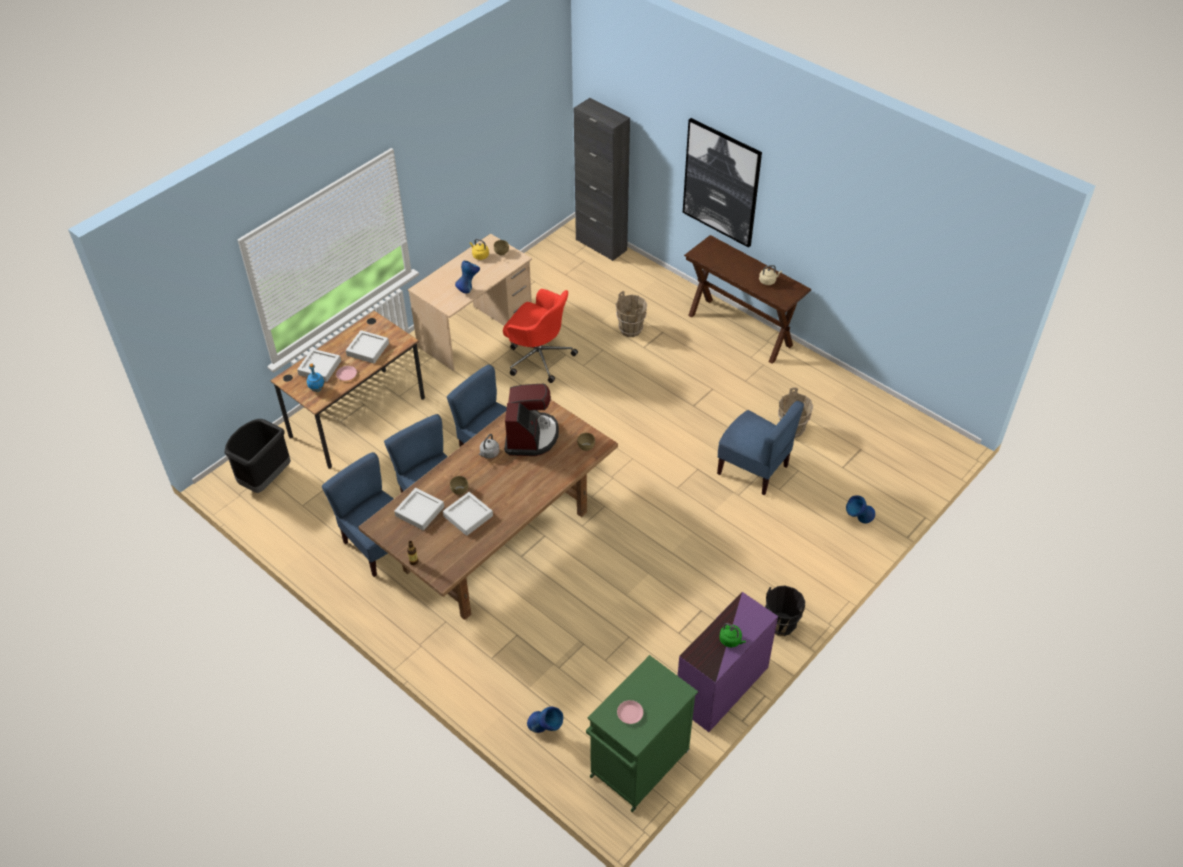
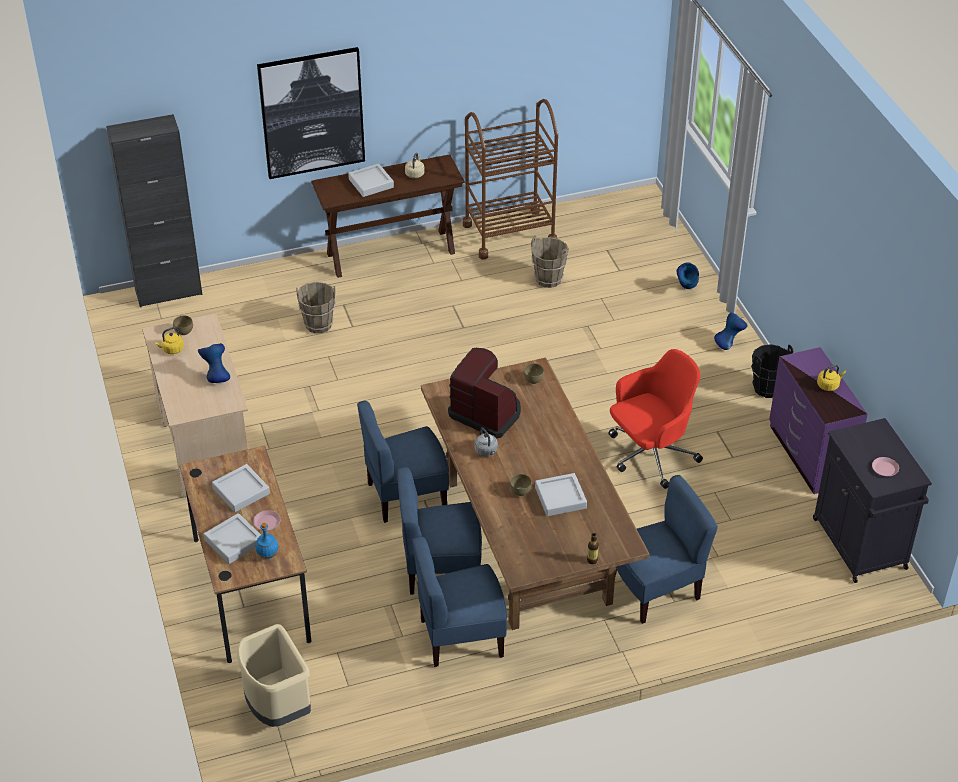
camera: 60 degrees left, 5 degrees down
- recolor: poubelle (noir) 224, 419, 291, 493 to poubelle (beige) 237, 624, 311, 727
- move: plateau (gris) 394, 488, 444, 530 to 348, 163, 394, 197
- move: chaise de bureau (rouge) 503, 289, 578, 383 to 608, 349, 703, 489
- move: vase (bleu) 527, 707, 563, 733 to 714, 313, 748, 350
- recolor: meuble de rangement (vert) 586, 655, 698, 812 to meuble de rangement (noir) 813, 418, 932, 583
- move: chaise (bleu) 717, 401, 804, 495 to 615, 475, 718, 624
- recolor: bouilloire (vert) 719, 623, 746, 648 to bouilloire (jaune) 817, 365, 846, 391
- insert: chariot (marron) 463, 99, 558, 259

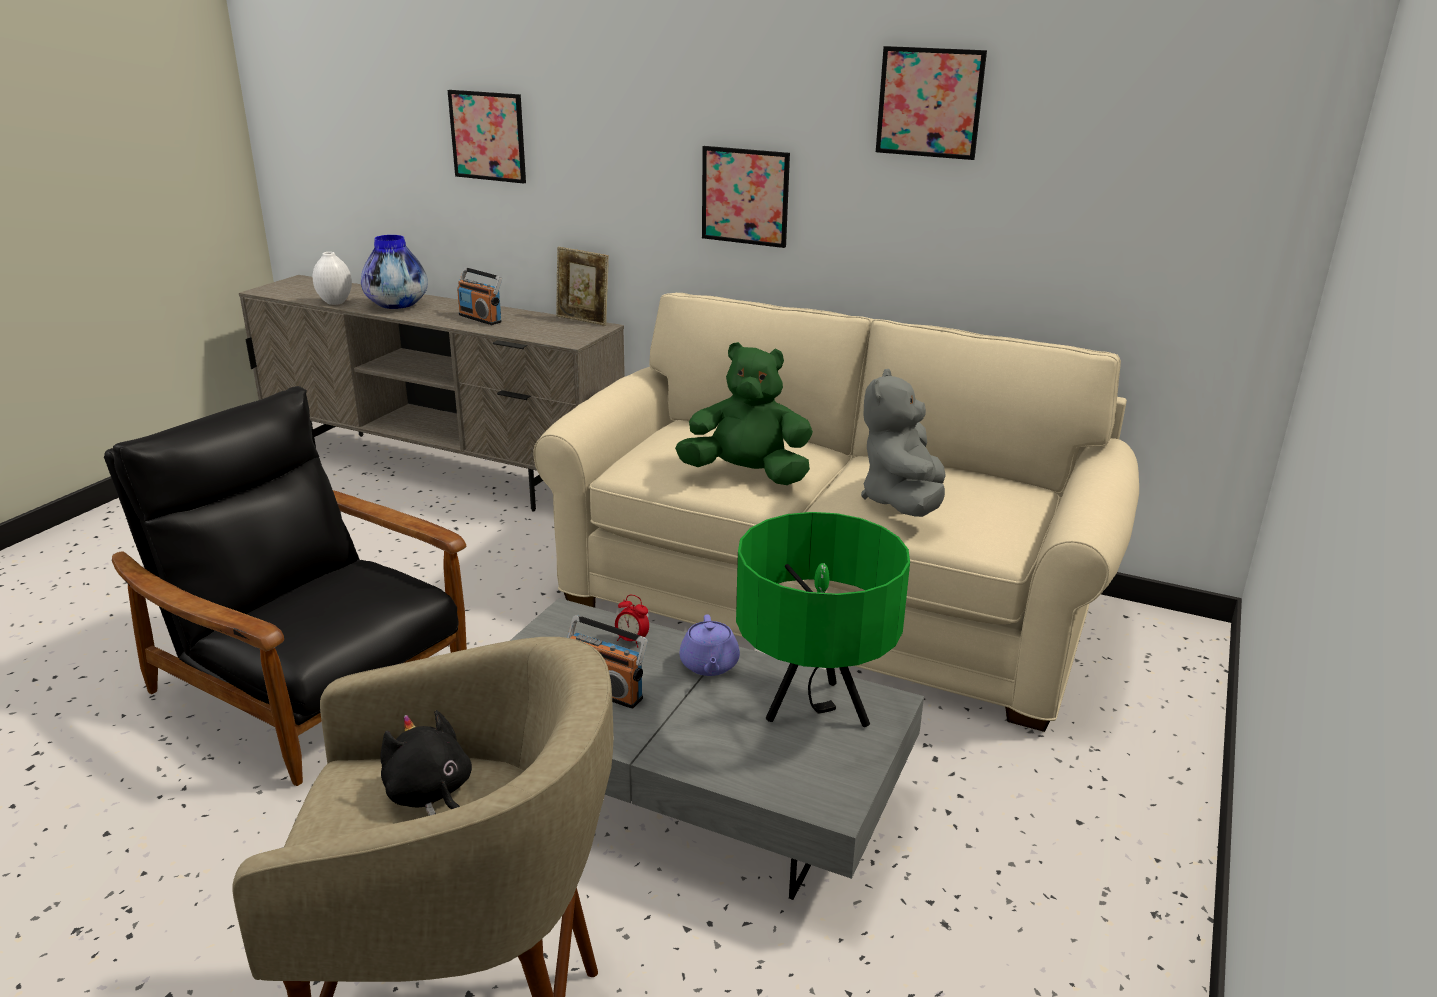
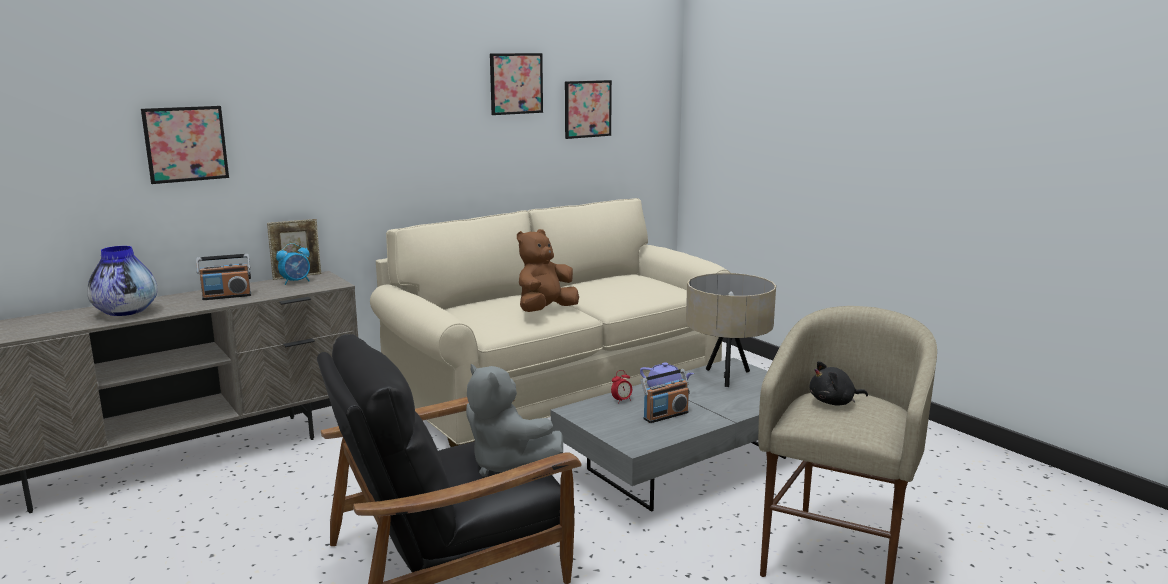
camera: 60 degrees left, 10 degrees down
- delete: vase (blanc) 313, 252, 352, 305
- recolor: peluche (vert) 675, 342, 813, 485 to peluche (marron) 517, 229, 579, 312
- move: tableau 702, 146, 790, 248 to 565, 80, 612, 139
- recolor: lampe de table (vert) 736, 512, 910, 727 to lampe de table (beige) 686, 273, 776, 387
- move: peluche (gris) 861, 369, 946, 517 to 466, 364, 563, 477
- insert: réveil 276, 243, 310, 285

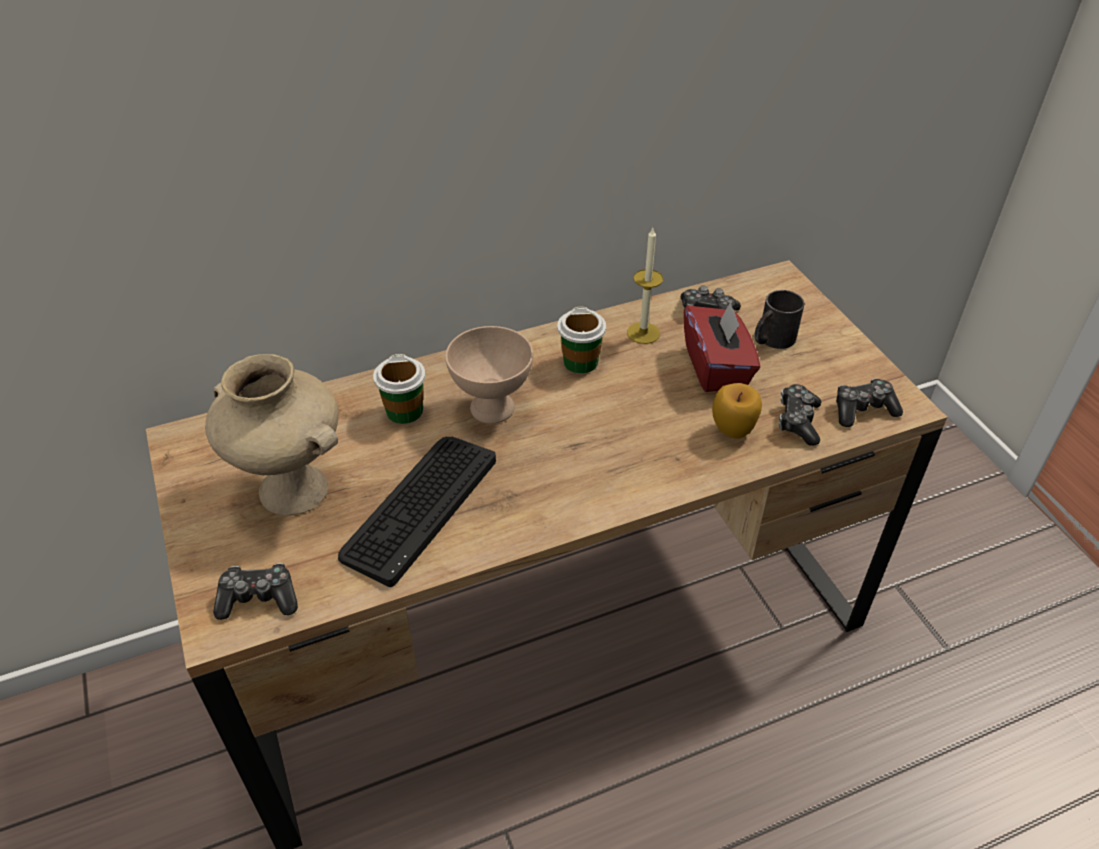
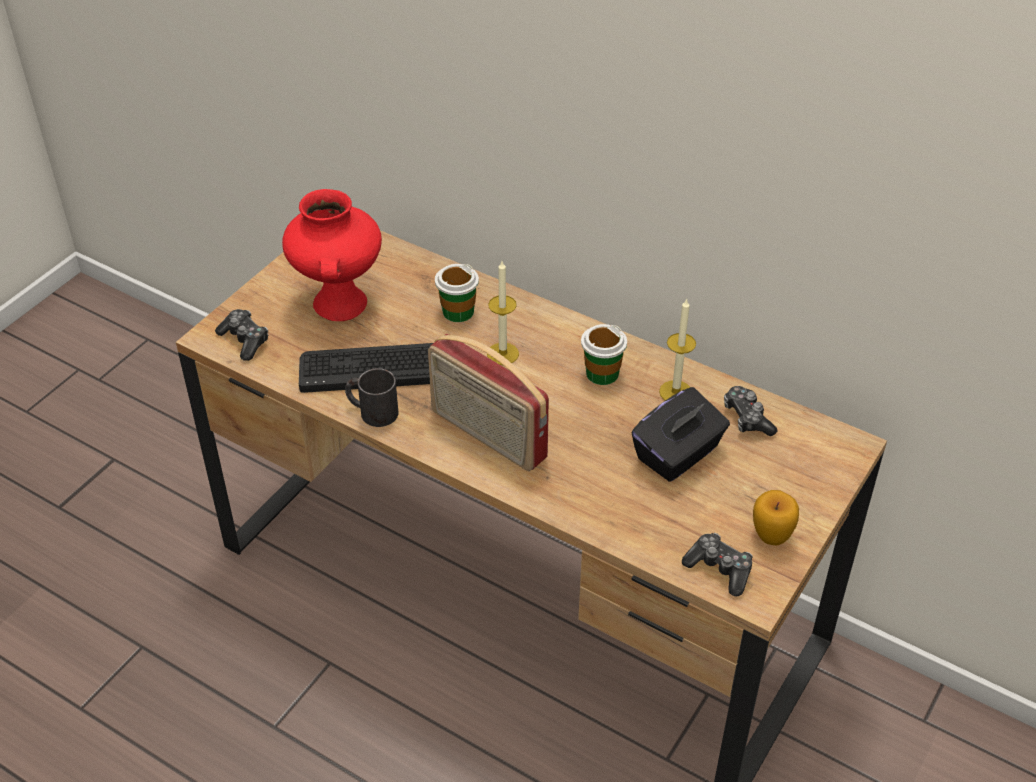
camera: 55 degrees right, 0 degrees up
- recolor: vase (beige) 205, 354, 339, 516 to vase (rouge) 282, 189, 382, 321
- replace: bol (beige) 445, 326, 533, 424 to bougie 487, 261, 519, 365
- recolor: boîte à mouchoirs (rouge) 684, 301, 760, 392 to boîte à mouchoirs (noir) 631, 387, 730, 482
- move: pomme 712, 383, 762, 439 to 753, 490, 799, 545
- move: mug (noir) 755, 290, 804, 349 to 345, 368, 398, 427
- delete: manette 779, 384, 821, 446
- insert: radio 428, 334, 549, 471

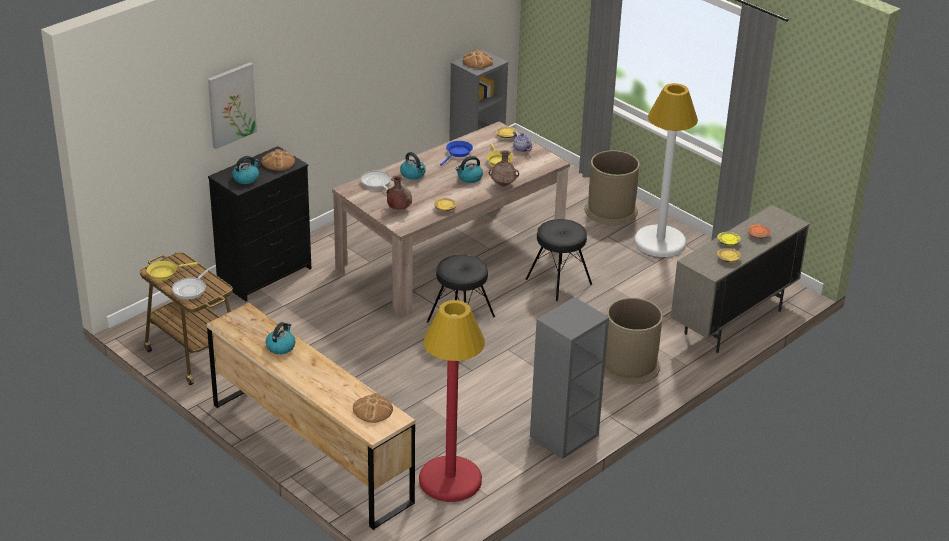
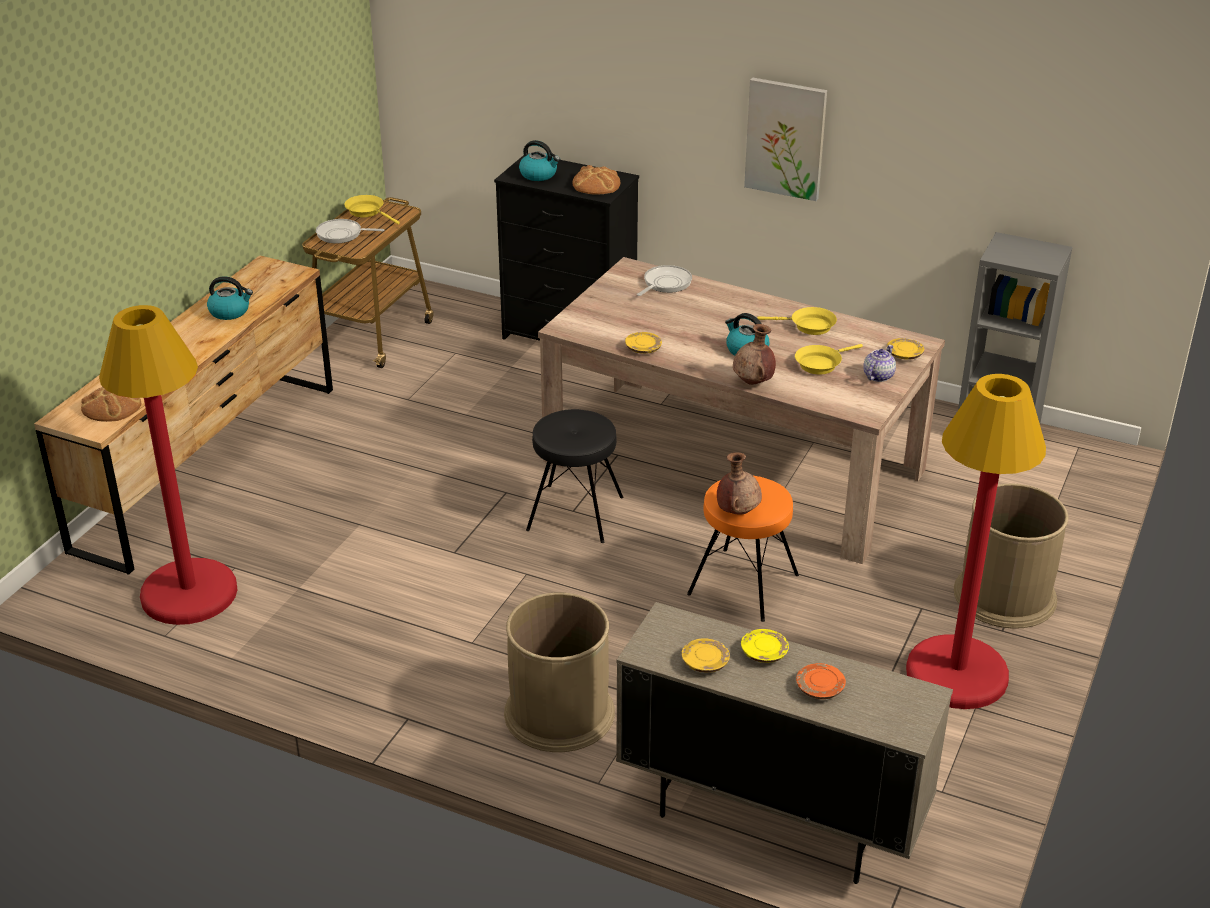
camera: 70 degrees right, 0 degrees up
- move: tableau 208, 62, 257, 149 to 744, 77, 827, 201
- move: vase (marron) 387, 175, 412, 210 to 717, 452, 762, 515
- delete: bouilloire 400, 152, 426, 180
- recolor: poêle (bleu) 440, 141, 473, 166 to poêle (jaune) 757, 307, 837, 335
- delete: pain 463, 49, 493, 69
- recolor: tabouret (noir) 525, 219, 592, 301 to tabouret (orange) 687, 476, 799, 622
- delete: bibliothèque (gris) 530, 297, 609, 459
- recolor: lampadaire (blanc) 634, 83, 698, 257 to lampadaire (rouge) 906, 374, 1046, 709

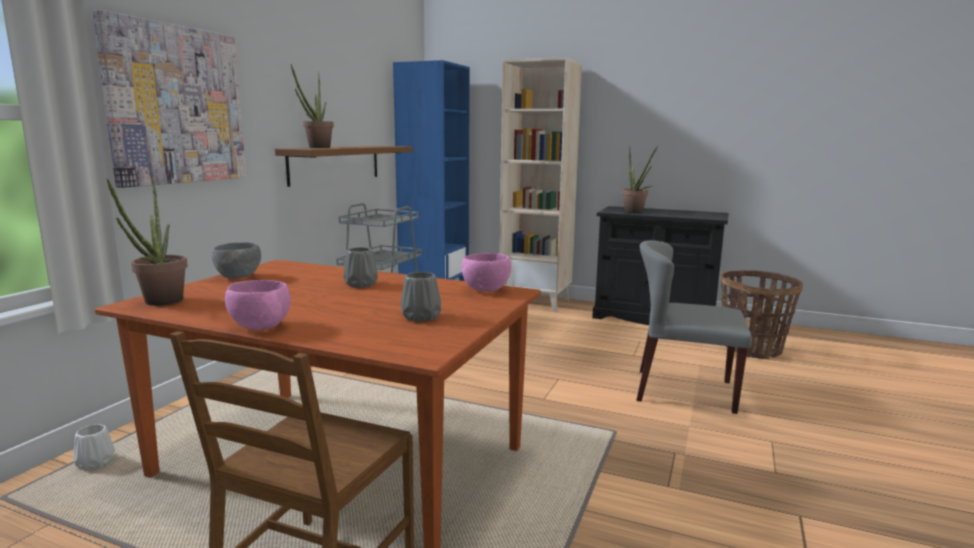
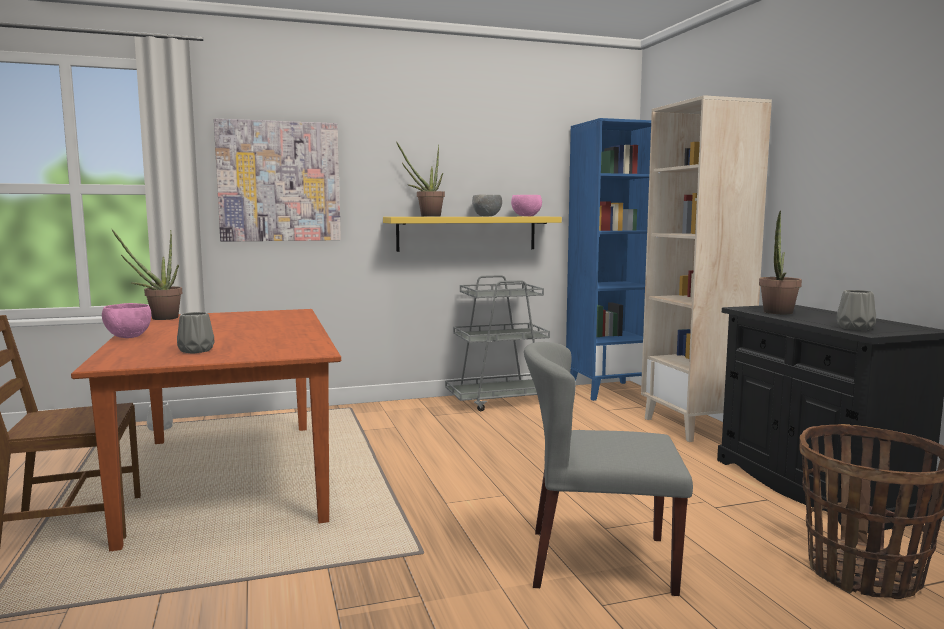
camera: 50 degrees right, 5 degrees down
- move: bol (gris) 212, 242, 261, 279 to 472, 195, 502, 216
- recolor: étagère (marron) 275, 146, 413, 187 to étagère (jaune) 383, 217, 562, 252
- move: vase (gris) 343, 247, 378, 288 to 837, 290, 876, 330
- move: bol (rose) 462, 253, 511, 291 to 511, 195, 542, 216
- rotate: chaise (gris) 636, 240, 752, 414 = 524, 342, 693, 596 60 degrees counterclockwise

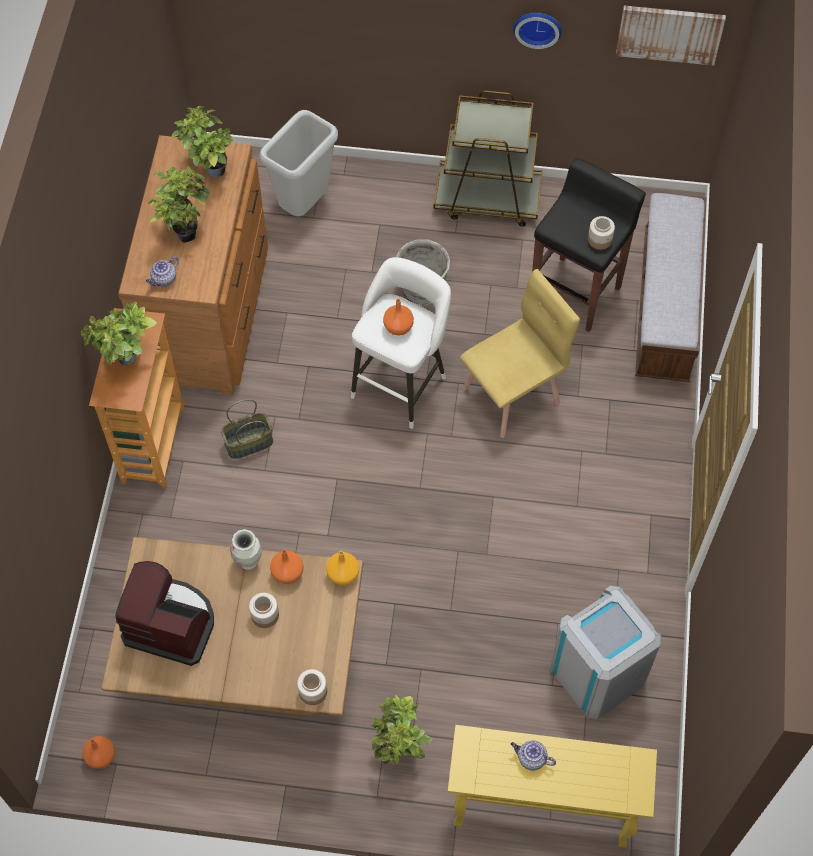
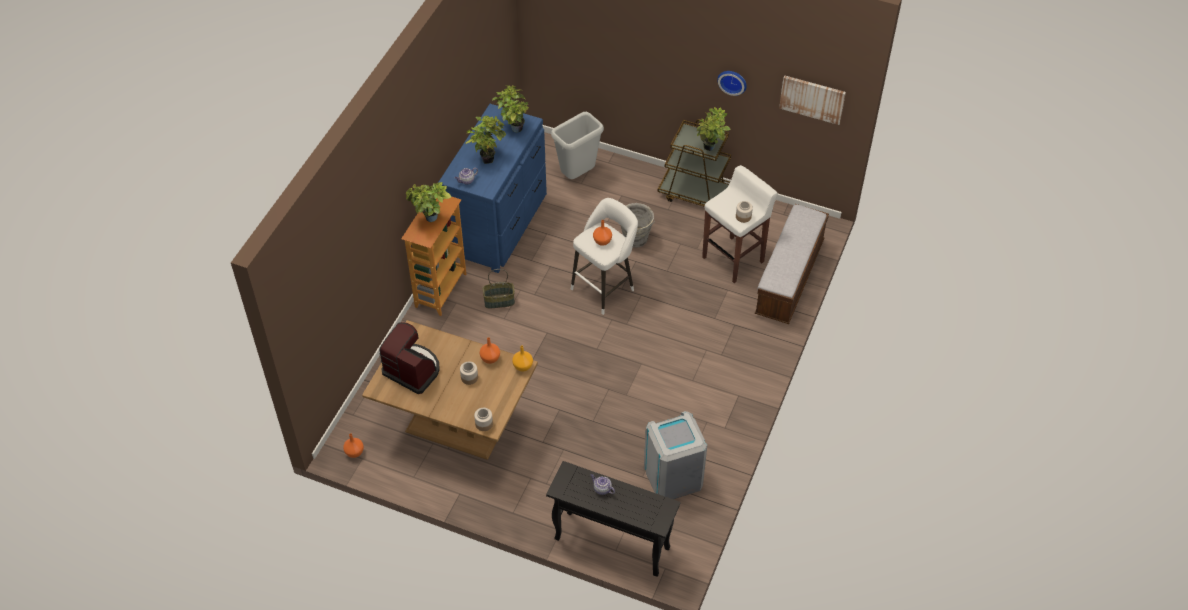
camera: 15 degrees right, 10 degrees down
- recolor: commode (marron) 118, 135, 268, 396 to commode (bleu) 438, 104, 547, 273
- delete: vase 230, 529, 262, 570
- move: plante en pot 371, 695, 432, 765 to 697, 107, 731, 151
- recolor: table console (jaune) 448, 725, 657, 848 to table console (noir) 546, 461, 680, 577
- delete: chaise (jaune) 460, 269, 580, 438
- recolor: tabouret (noir) 532, 158, 646, 332 to tabouret (blanc) 702, 165, 778, 283

